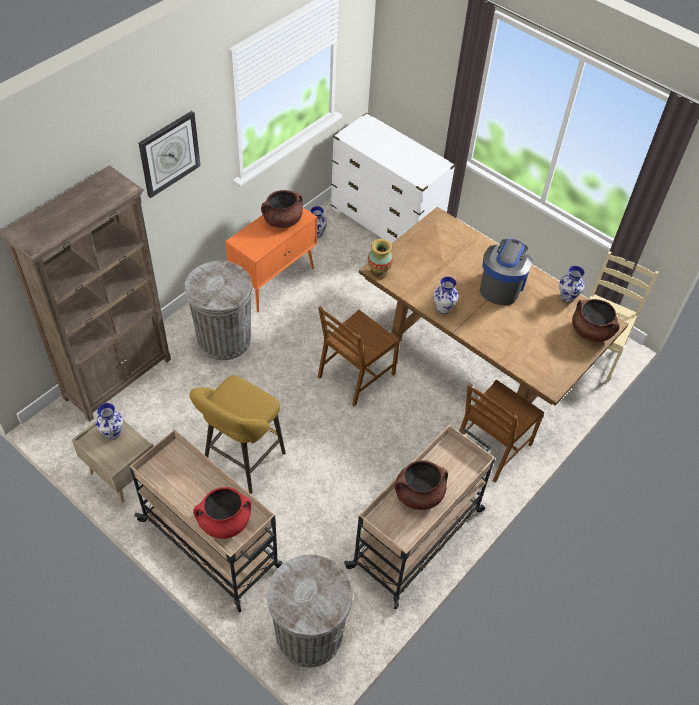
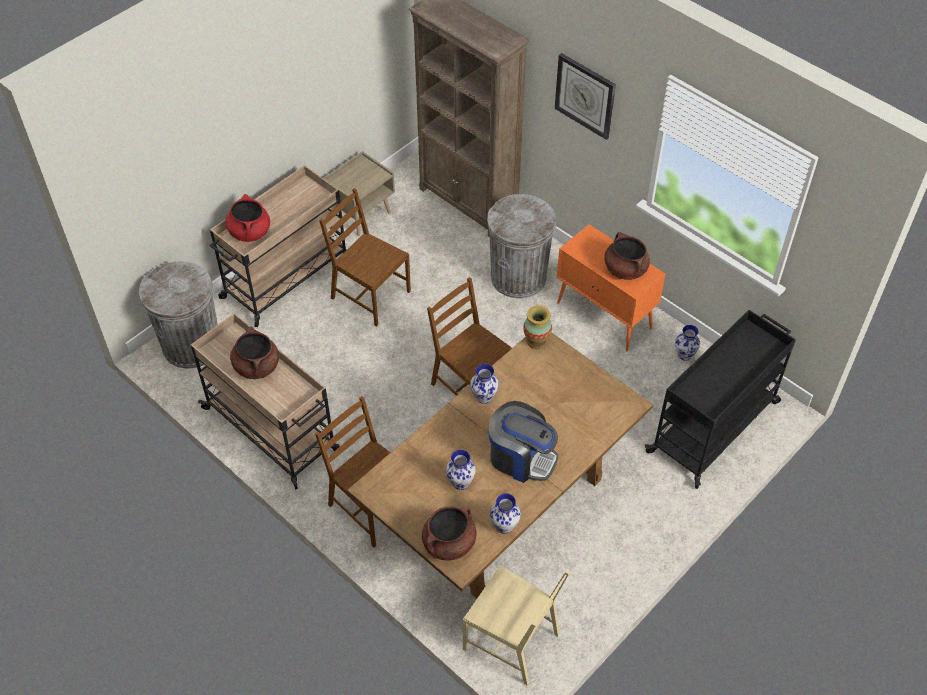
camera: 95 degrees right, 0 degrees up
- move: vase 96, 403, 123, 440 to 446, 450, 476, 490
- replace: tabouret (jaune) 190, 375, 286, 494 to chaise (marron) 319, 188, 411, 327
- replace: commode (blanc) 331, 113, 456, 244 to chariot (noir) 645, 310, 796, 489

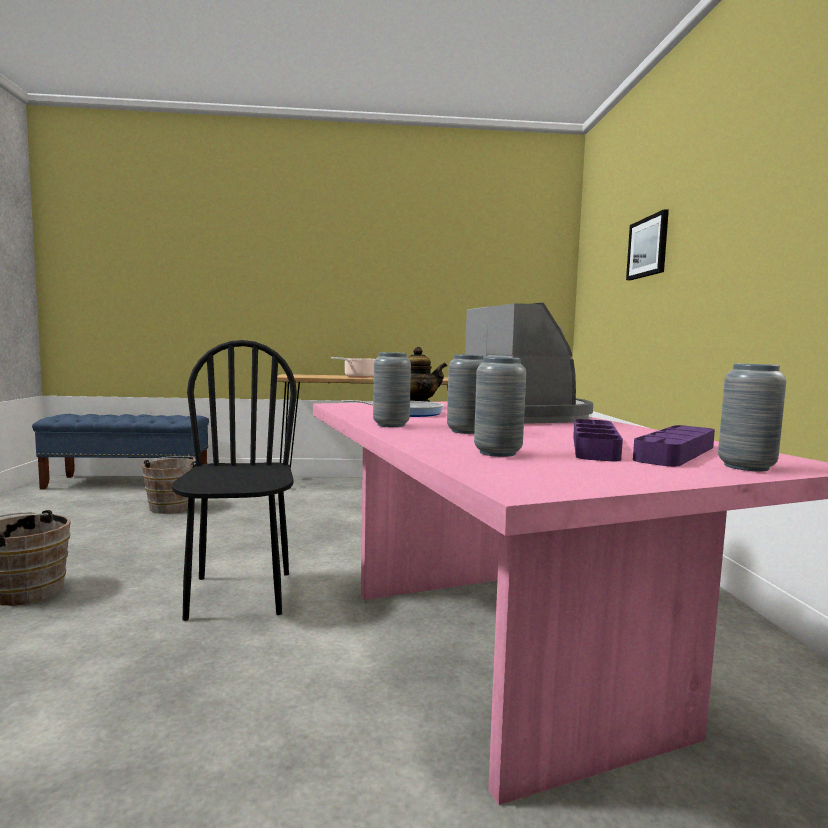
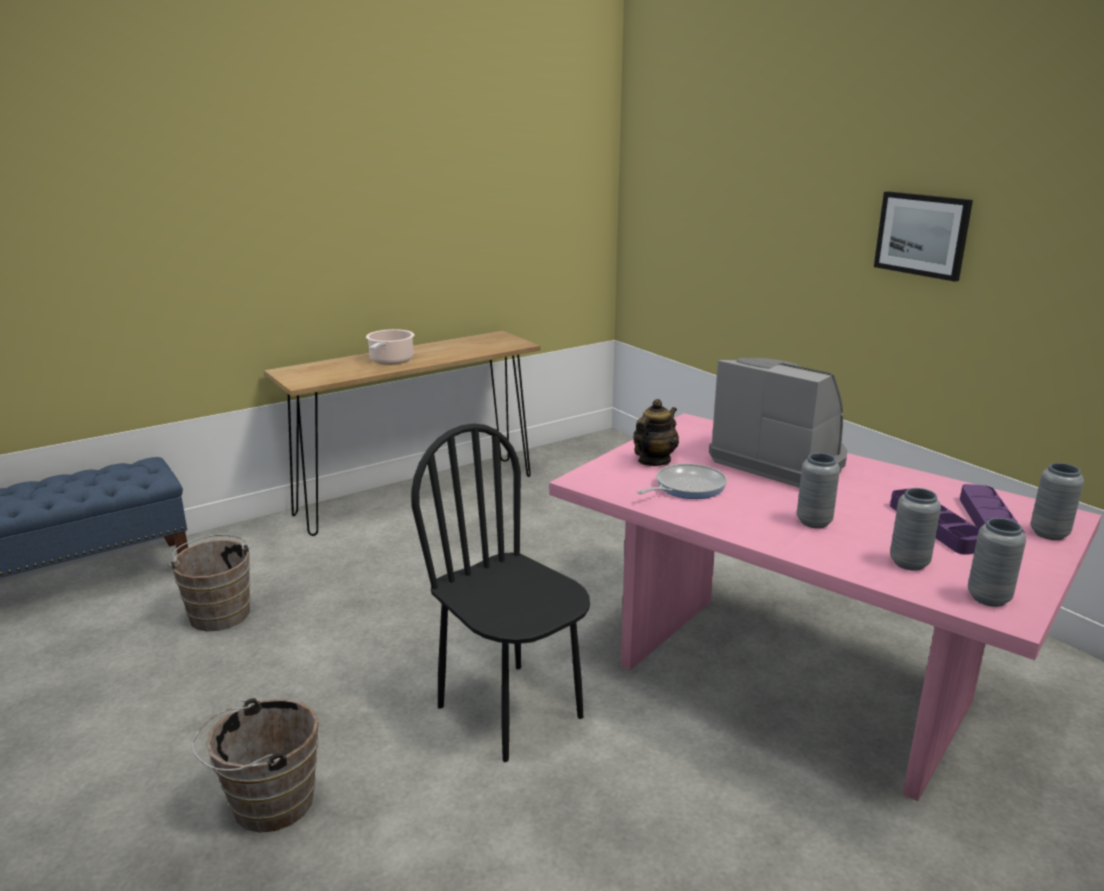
camera: 30 degrees left, 15 degrees up
- move: vase (gris) 373, 352, 411, 427 to 968, 518, 1026, 607
- move: tableau 626, 209, 669, 280 to 874, 191, 973, 282

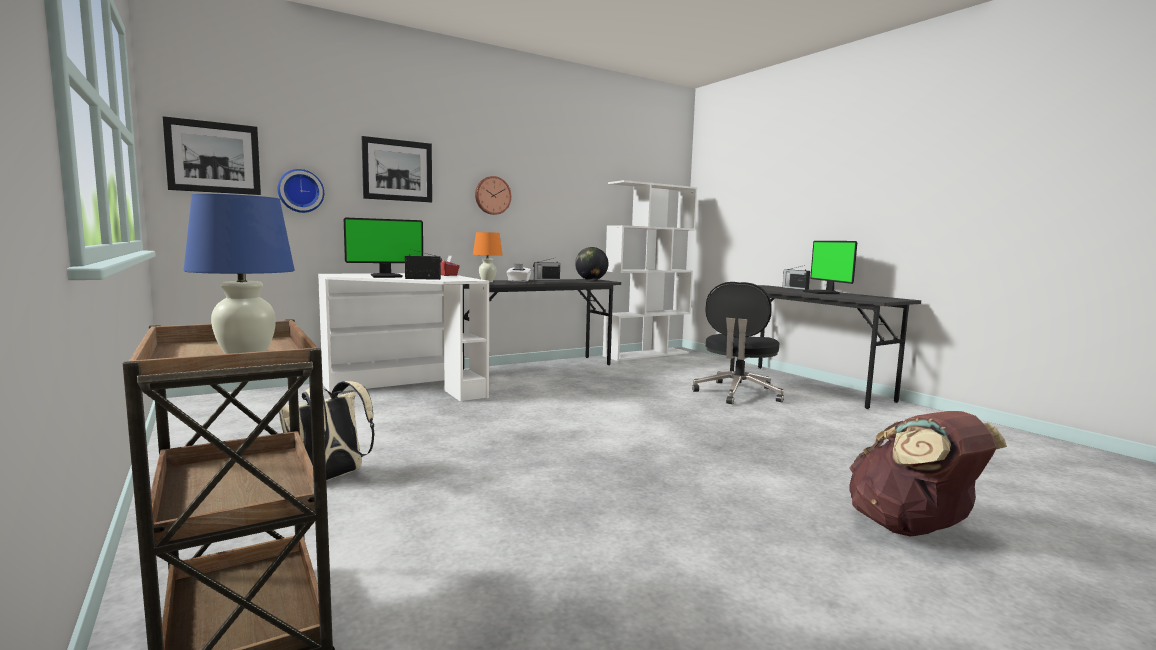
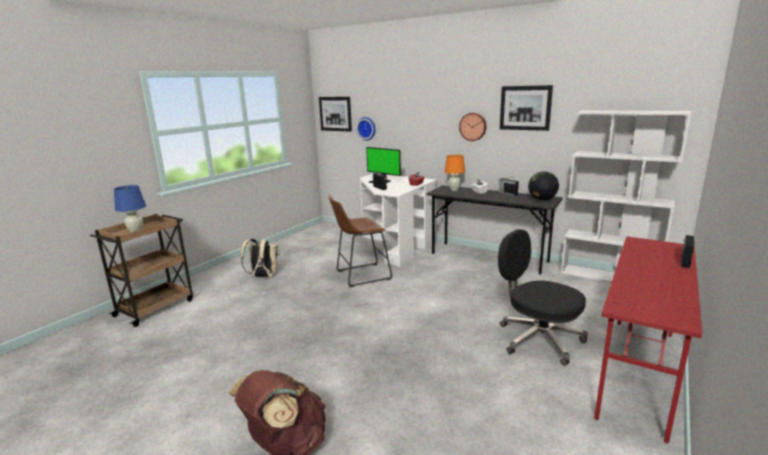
camera: 65 degrees right, 10 degrees up
- move: tableau 362, 136, 432, 202 to 500, 85, 553, 131
- rotate: chaise de bureau (noir) 692, 282, 784, 404 = 498, 229, 588, 366 45 degrees clockwise
- recolor: bureau (gris) 730, 285, 921, 409 to bureau (rouge) 594, 236, 702, 443
- delete: écran d'ordinateur 803, 241, 857, 294
- insert: tabouret (marron) 329, 195, 392, 287

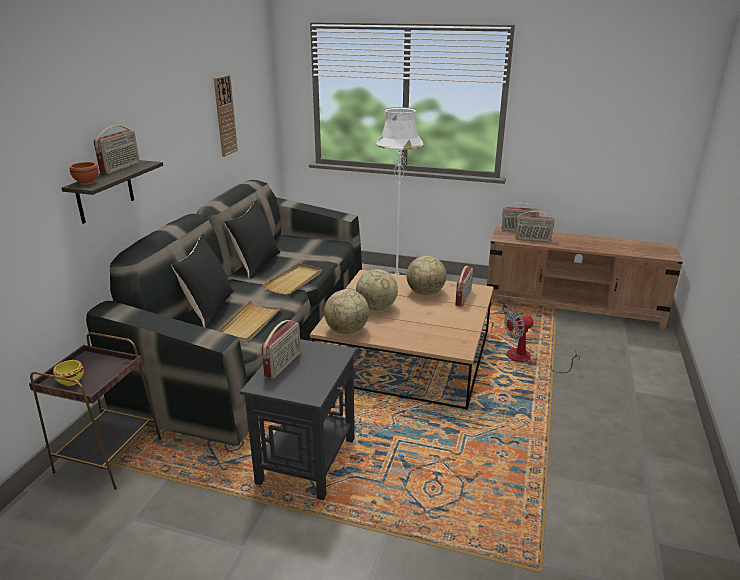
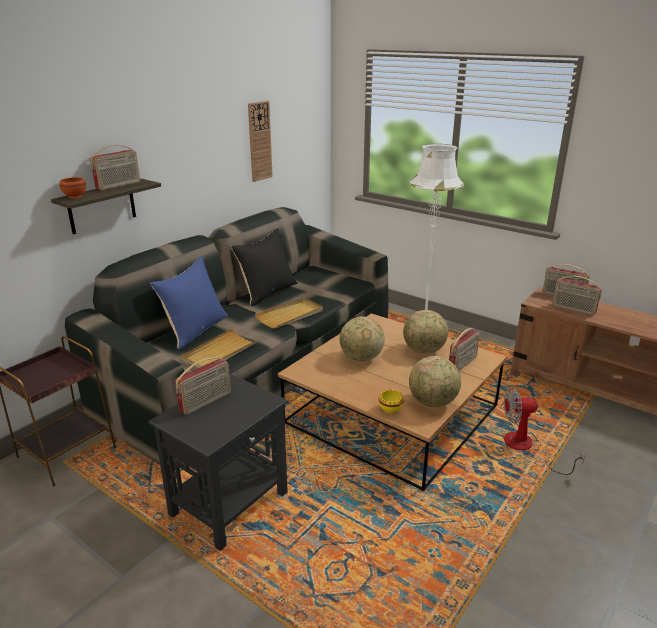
camera: 20 degrees right, 0 degrees up
- move: bol (jaune) 53, 360, 84, 386 to 379, 390, 404, 414
- recolor: coussin (noir) 171, 234, 234, 328 to coussin (bleu) 150, 256, 228, 349
- move: globe 324, 289, 369, 334 to 409, 356, 461, 407

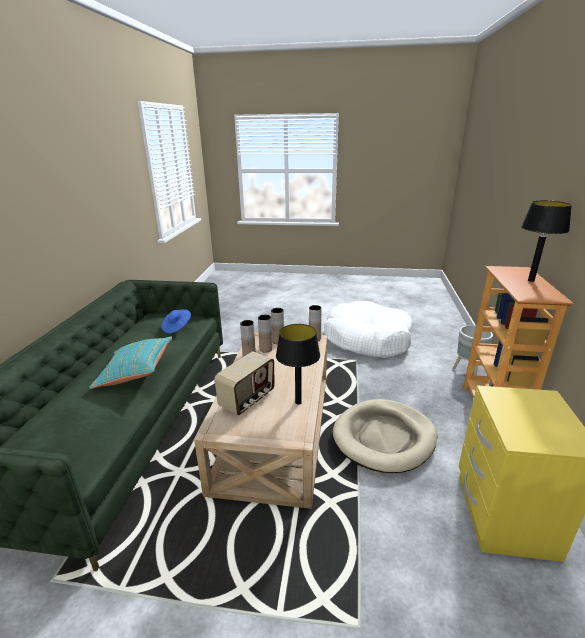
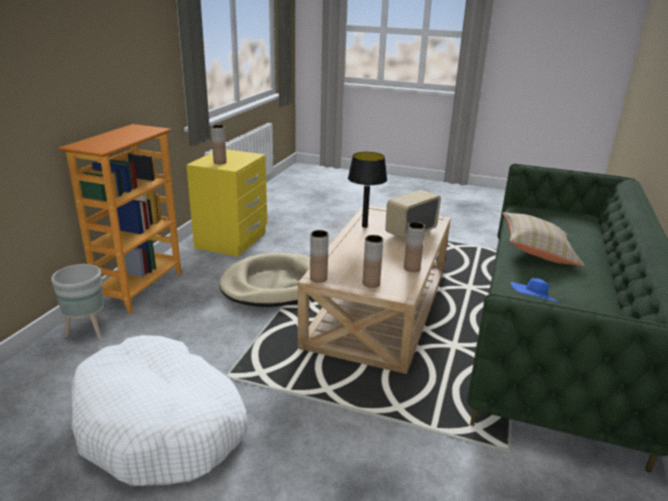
camera: 170 degrees left, 0 degrees up
- recolor: coussin (turquoise) 89, 336, 172, 389 to coussin (beige) 503, 212, 585, 267
- move: vase (marron) 258, 315, 272, 352 to 211, 125, 227, 164
- delete: lampe de table (noir) 521, 200, 572, 282

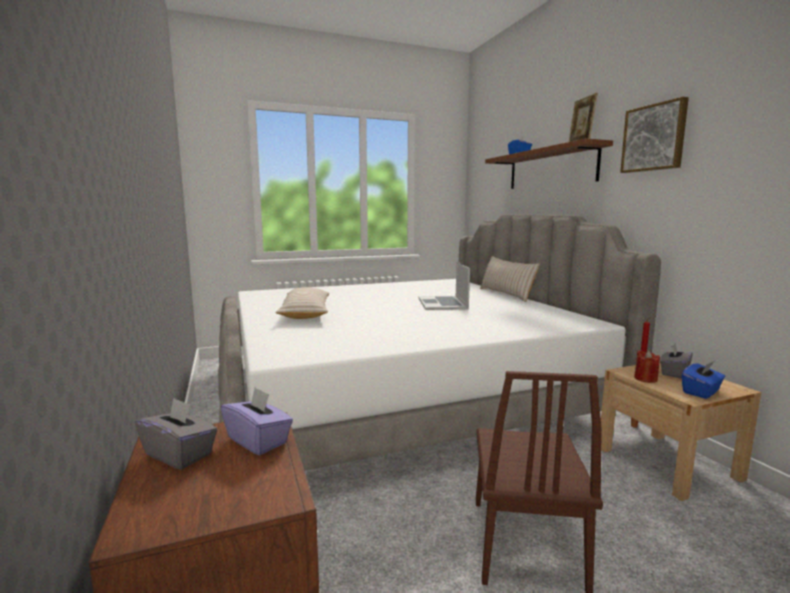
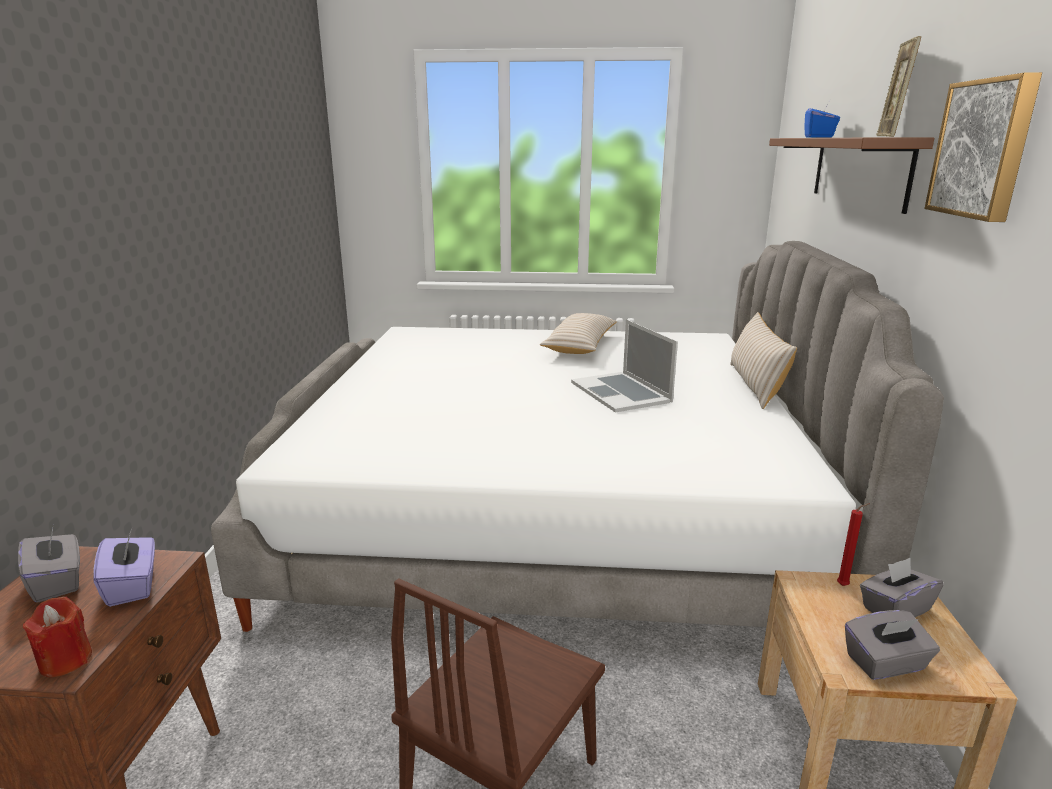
camera: 25 degrees right, 10 degrees up
- move: coussin (beige) 276, 287, 329, 319 to 540, 313, 617, 354
- rotate: ordinateur portable 418, 261, 470, 310 = 571, 319, 678, 413 45 degrees counterclockwise
- move: bougie (rouge) 634, 350, 660, 383 to 23, 597, 92, 677
- recolor: boîte à mouchoirs (bleu) 682, 361, 725, 399 to boîte à mouchoirs (gris) 845, 610, 940, 680

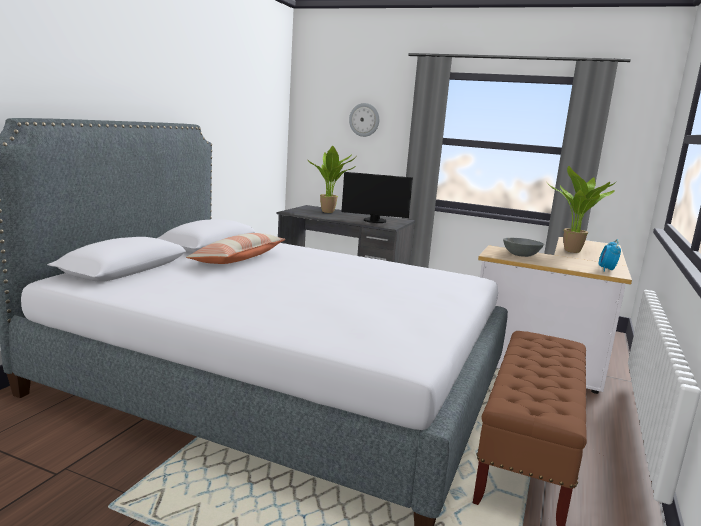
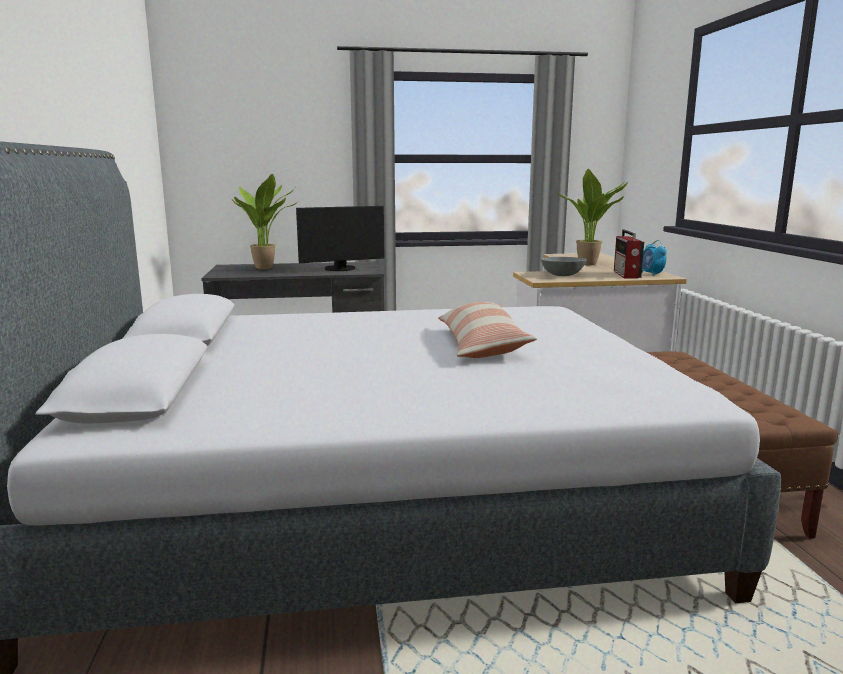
camera: 30 degrees left, 0 degrees up
- move: coussin 186, 233, 285, 264 to 438, 302, 537, 358
- delete: horloge murale 349, 103, 379, 137
- insert: radio 614, 230, 644, 279

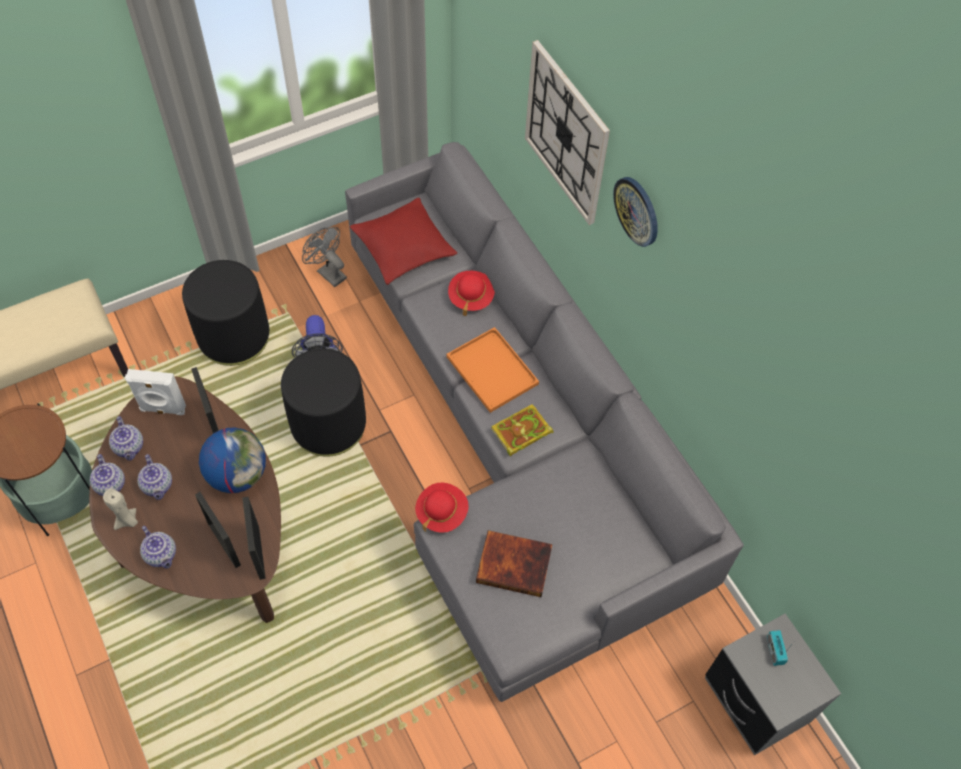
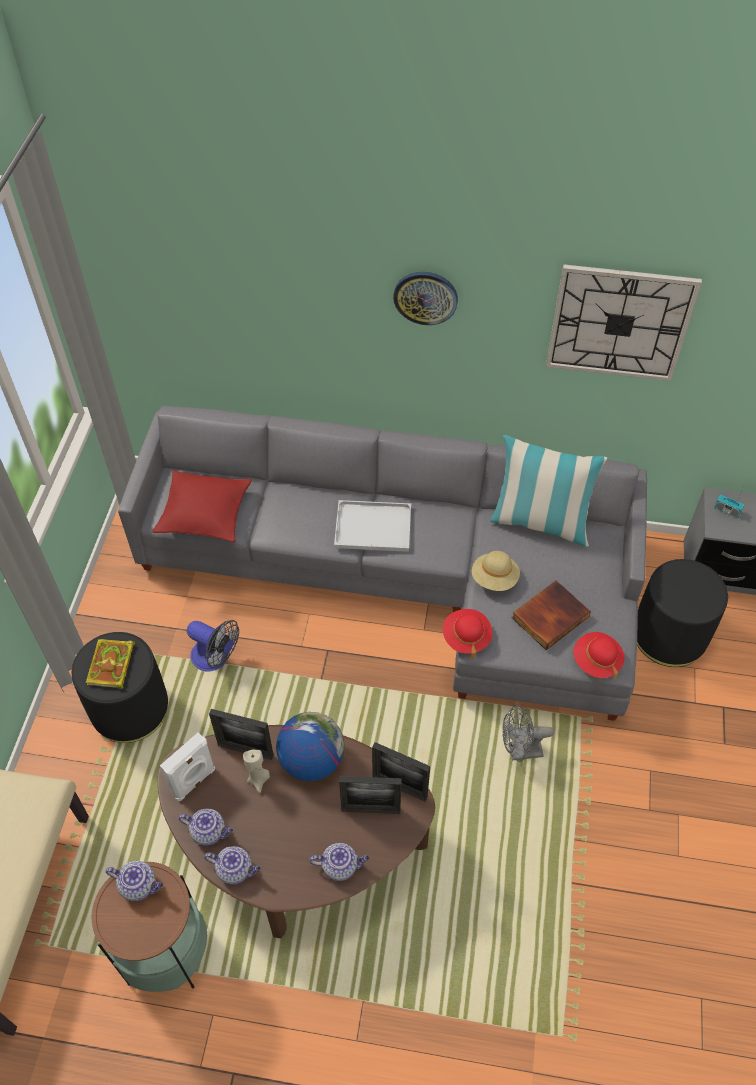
camera: 50 degrees left, 5 degrees down
- move: bougie (beige) 103, 489, 138, 530 to 243, 749, 270, 793
- move: théière 137, 454, 172, 500 to 106, 861, 163, 901
- move: pouf (noir) 281, 349, 366, 457 to 637, 559, 728, 667
- move: ventilateur (gris) 302, 227, 347, 287 to 502, 704, 554, 762
- recolor: plateau (orange) 447, 327, 539, 413 to plateau (blanc) 334, 500, 411, 552
- move: chapeau (rouge) 448, 271, 495, 316 to 573, 632, 625, 679
- move: livre 491, 404, 554, 456 to 86, 639, 136, 689
- move: horloge murale 525, 40, 610, 225 to 546, 264, 702, 381
- insert: chapeau (beige) 472, 551, 520, 591
- insert: coussin 490, 435, 607, 547

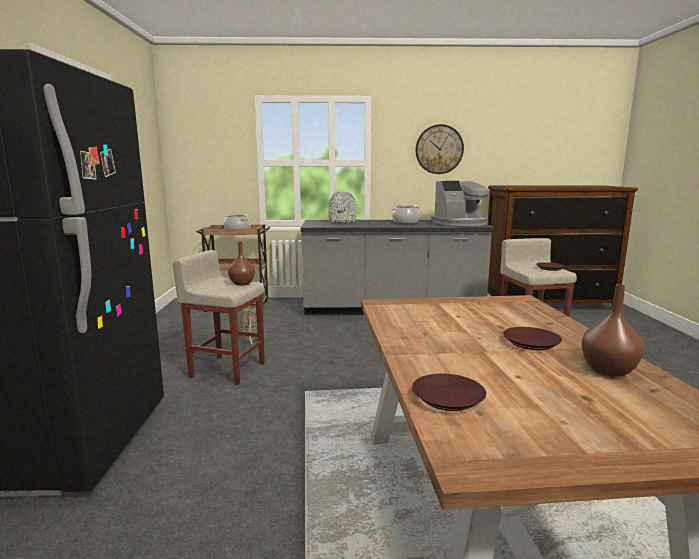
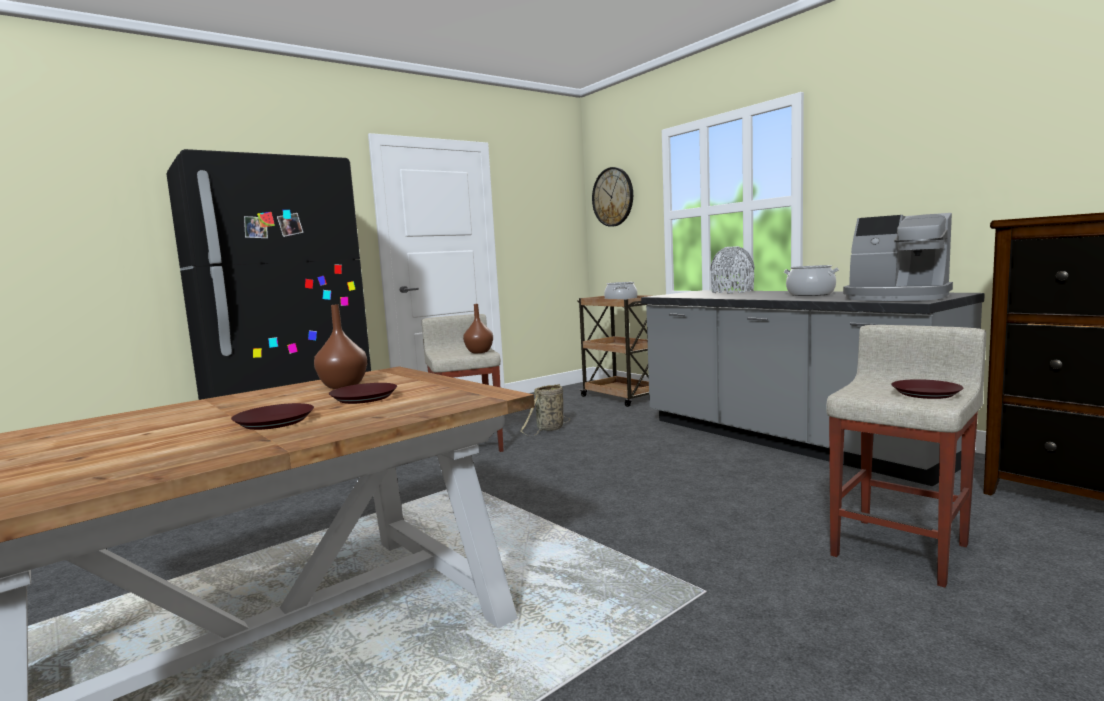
camera: 55 degrees right, 5 degrees down
- move: assiette (marron) 412, 374, 486, 411 to 329, 383, 397, 404
- move: horloge murale 416, 124, 464, 174 to 592, 167, 633, 226
- move: vase (marron) 582, 284, 645, 377 to 314, 304, 367, 389

